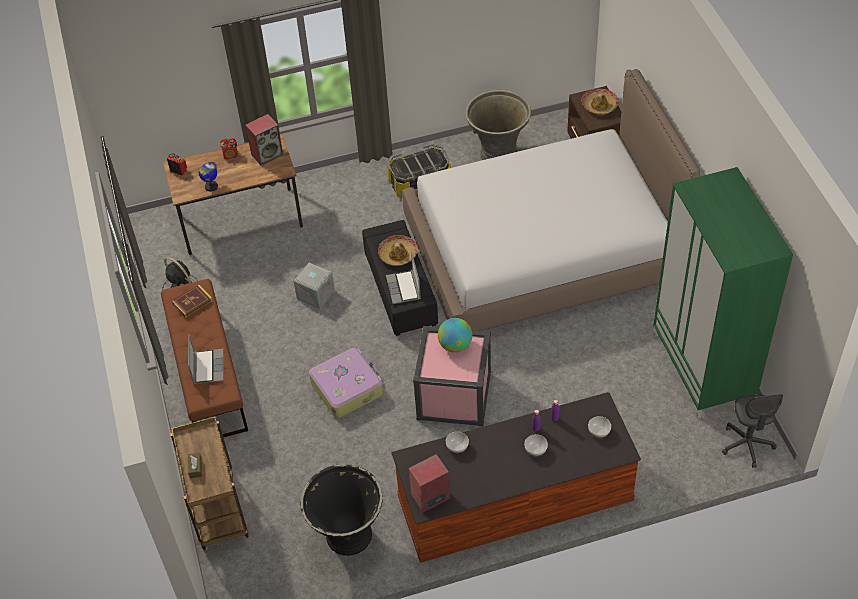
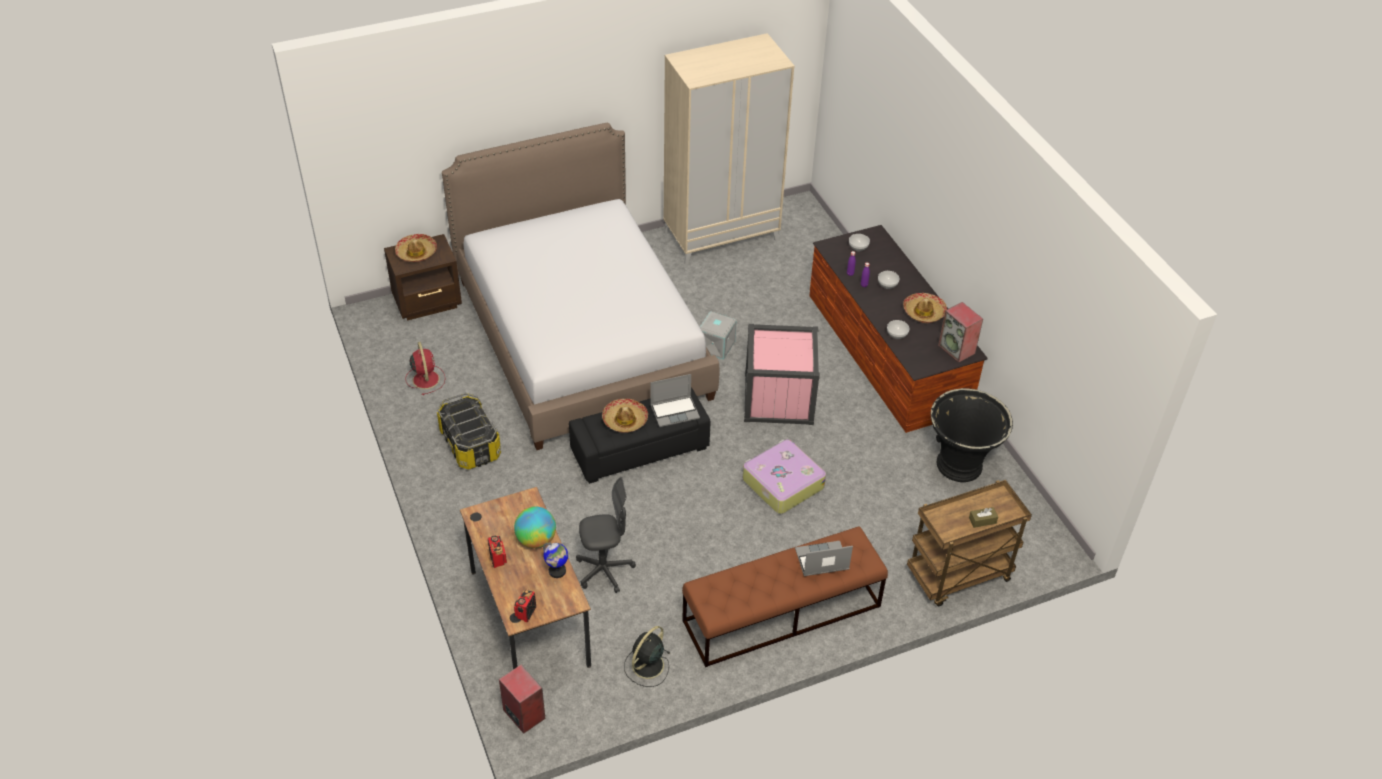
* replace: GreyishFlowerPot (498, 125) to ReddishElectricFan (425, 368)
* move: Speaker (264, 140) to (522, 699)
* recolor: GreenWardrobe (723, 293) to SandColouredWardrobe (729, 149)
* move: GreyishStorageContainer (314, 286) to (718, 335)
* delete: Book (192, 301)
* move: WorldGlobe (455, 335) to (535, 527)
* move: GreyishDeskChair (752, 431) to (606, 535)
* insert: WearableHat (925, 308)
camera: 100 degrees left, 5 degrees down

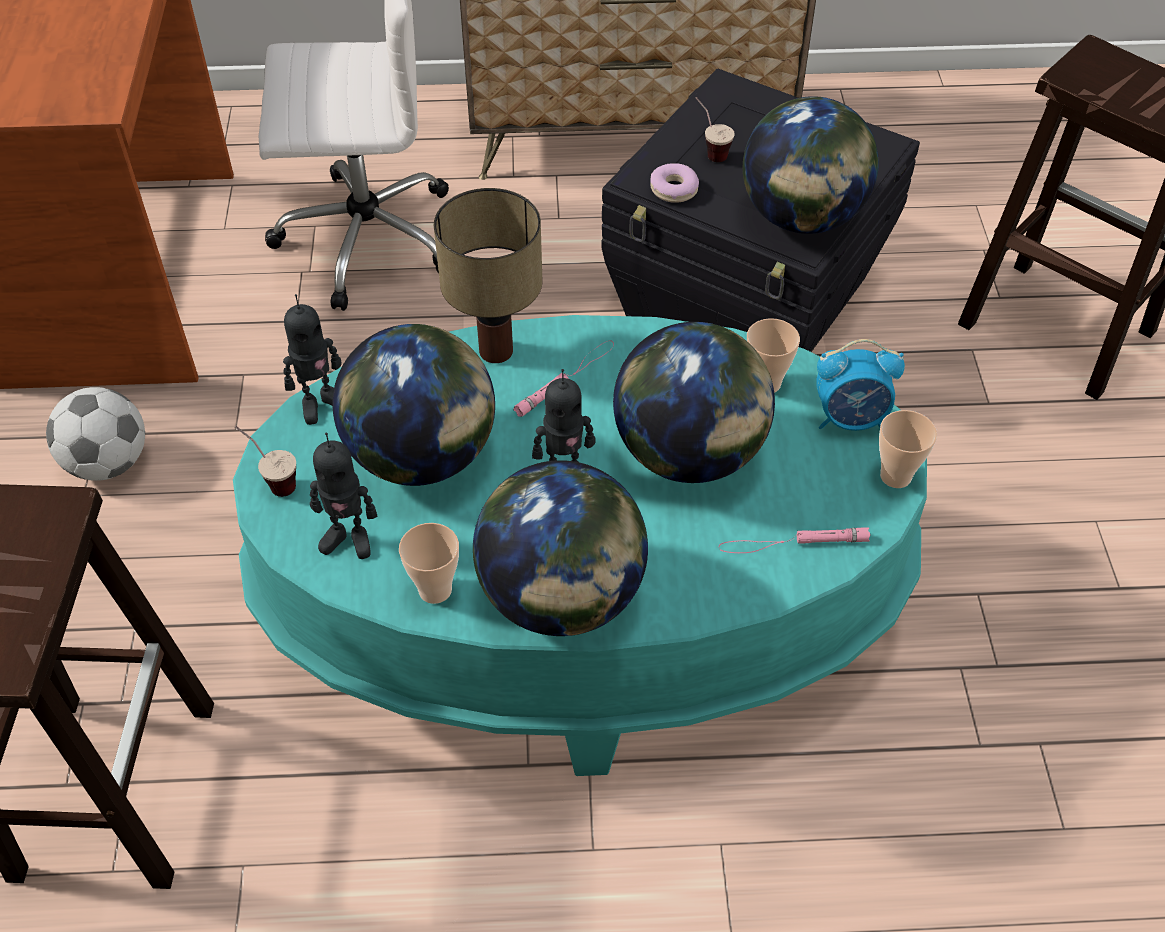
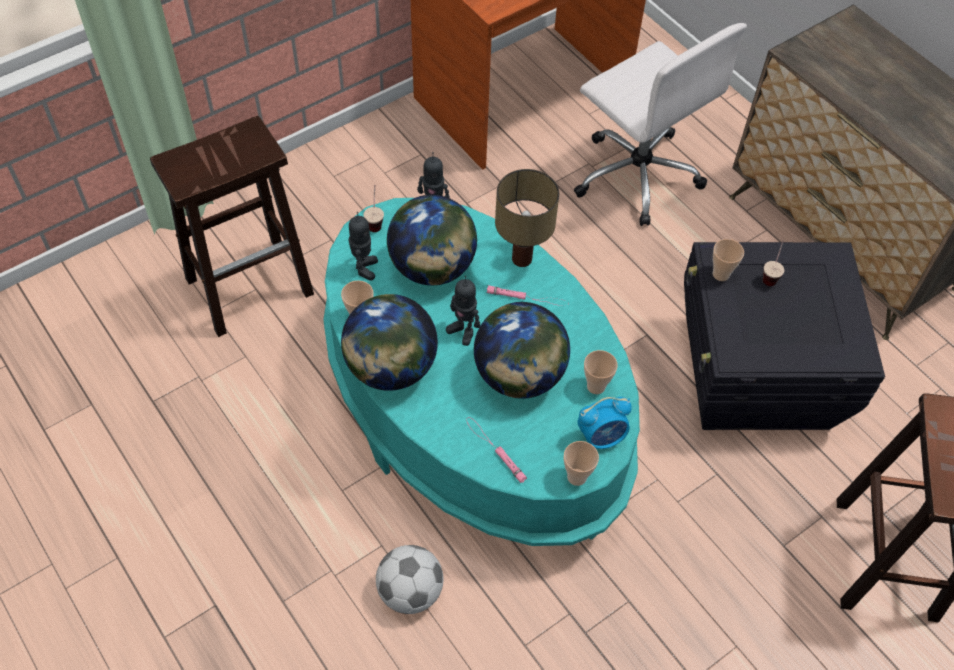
* delete: WorldGlobe (811, 165)
* replace: RingDoughnut (674, 183) to SmallCup (728, 260)
* rotate: AlarmClock (860, 385) = (605, 423) 75 degrees counterclockwise
* move: Football (95, 434) to (409, 579)
* rotate: ModelRobot (343, 495) = (363, 246) 150 degrees counterclockwise
camera: 55 degrees right, 5 degrees up

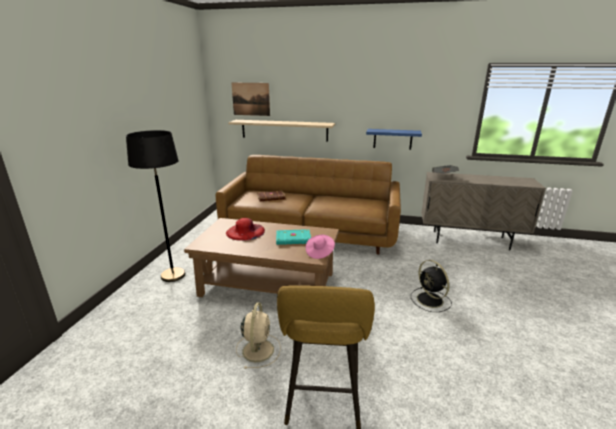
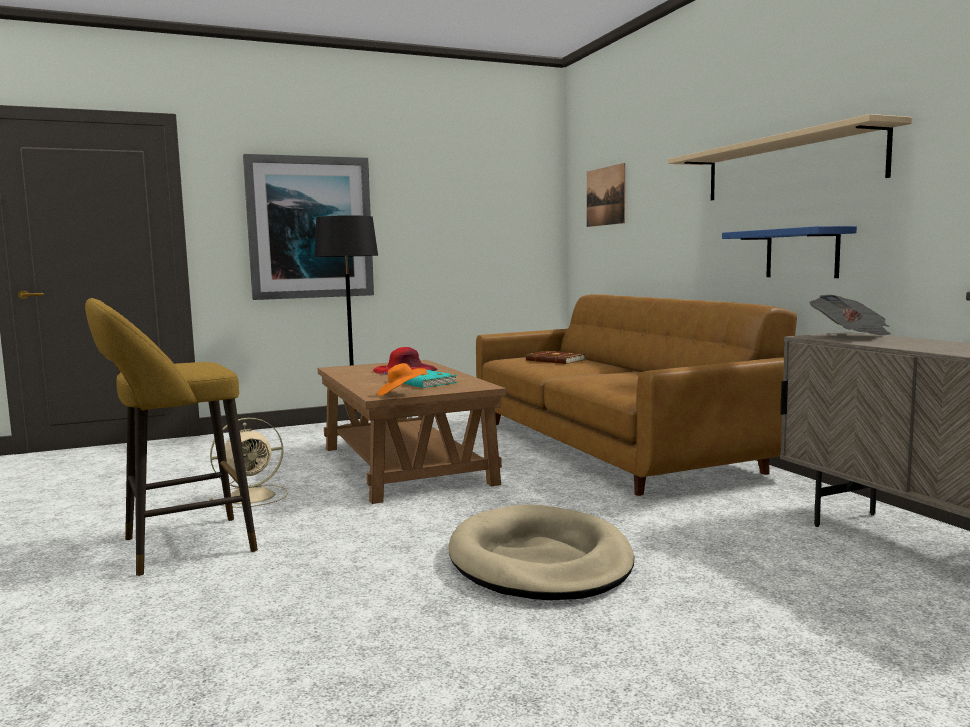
* move: SandColouredBracketShelf (281, 131) to (790, 157)
* recolor: PinkColouredWearableHat (320, 247) to OrangeyWearableHat (402, 379)
* replace: BlackColouredElectricFan (431, 286) to SandColouredPetBed (541, 552)
* insert: WallPicture (308, 227)
camera: 55 degrees right, 15 degrees down

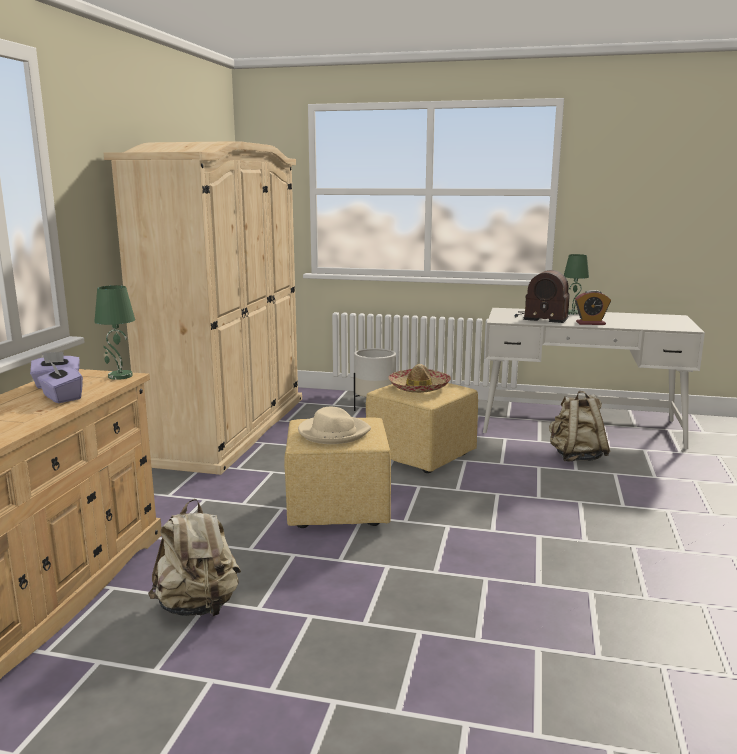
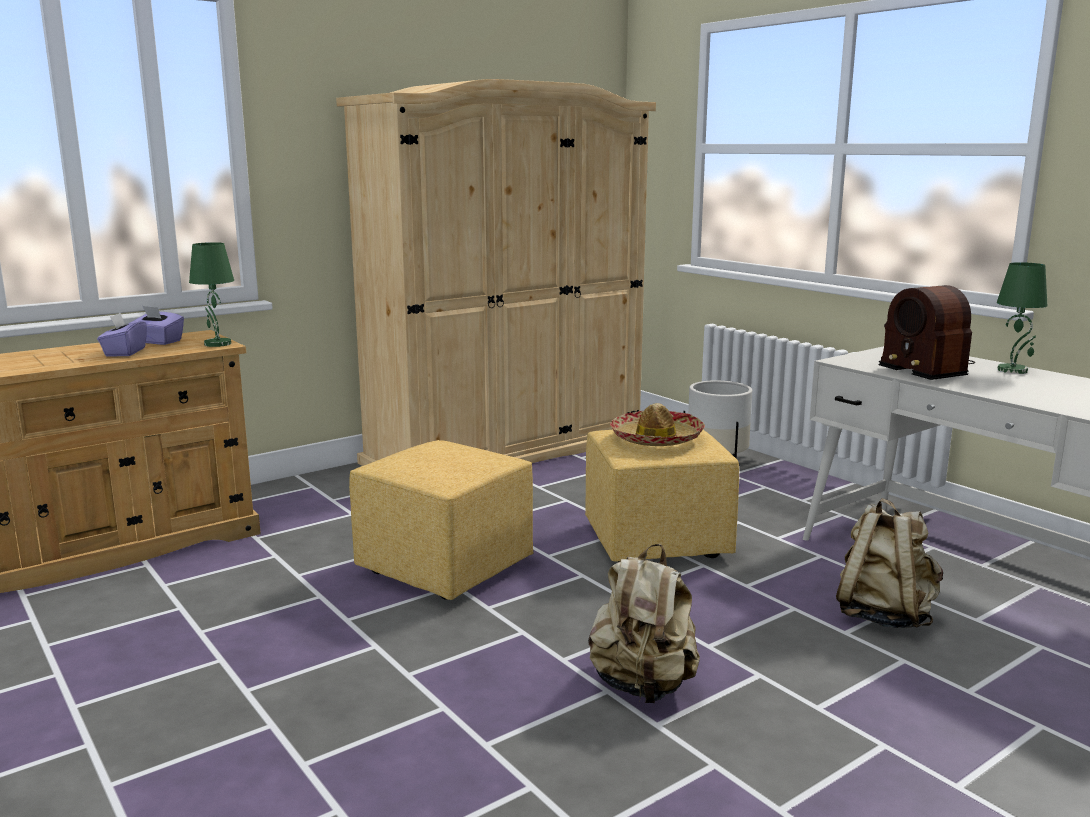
* delete: AlarmClock (593, 307)
* delete: SandColouredWearableHat (334, 425)
* move: SandColouredBackpack (194, 558) to (644, 623)
camera: 40 degrees right, 0 degrees up

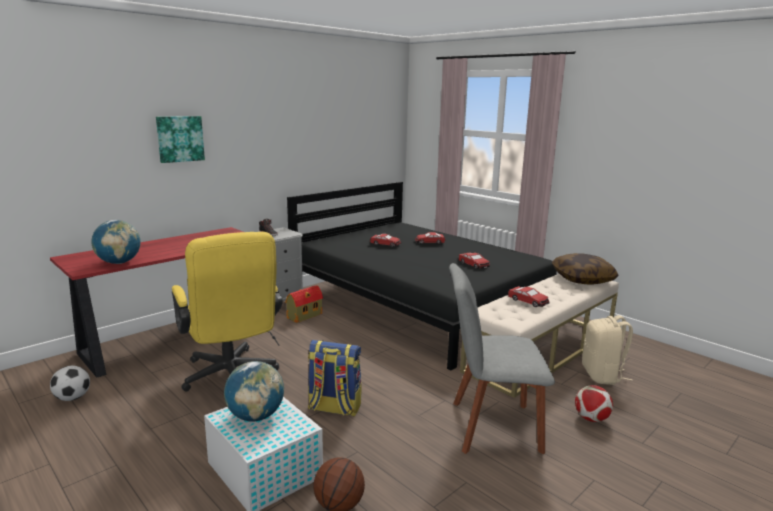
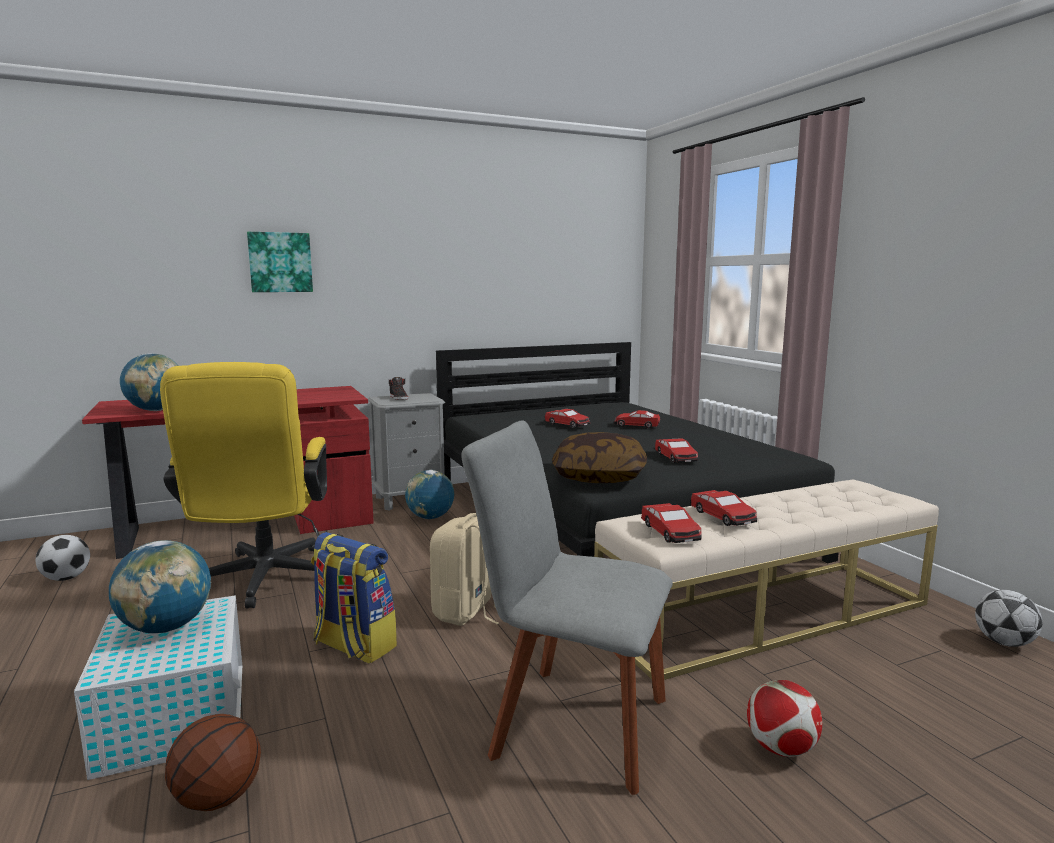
* move: Pillow (585, 268) to (599, 457)
* replace: MiniatureHouse (304, 304) to WorldGlobe (429, 494)
* move: SandColouredBackpack (607, 350) to (464, 569)
* insert: ModelCar (671, 523)
* insert: Football (1008, 618)
camera: 20 degrees right, 5 degrees down

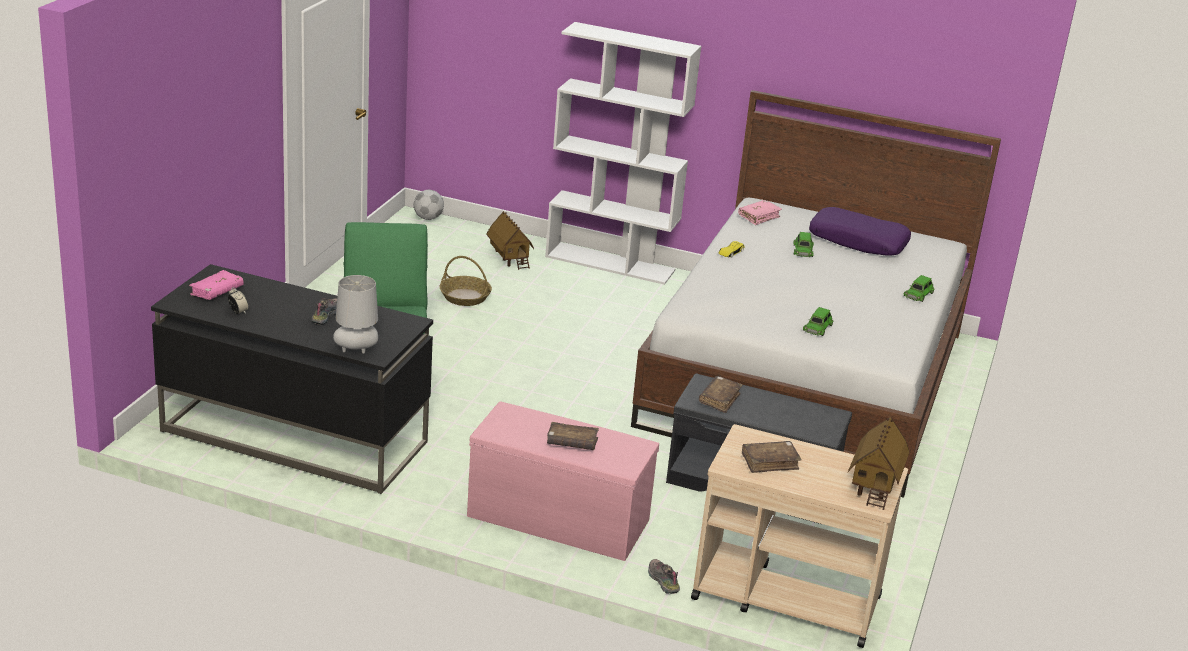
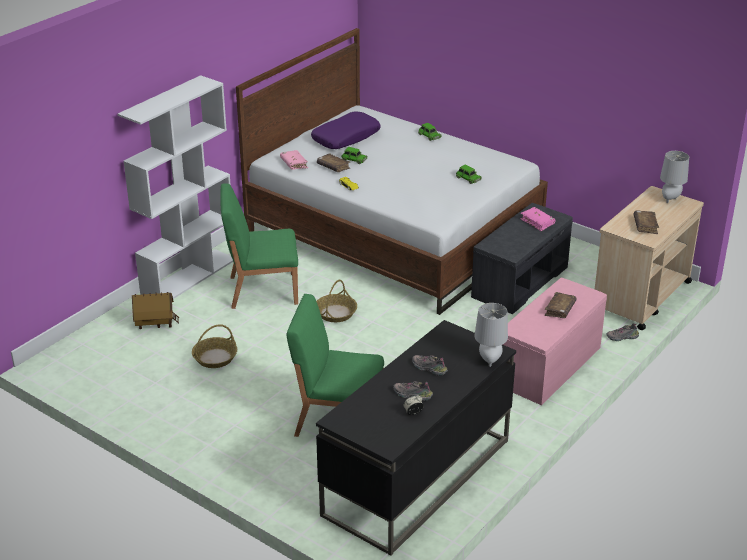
* delete: Football (428, 205)
* move: PinkColouredBook (216, 285) to (538, 219)
* move: BrownColouredBook (721, 394) to (333, 162)
* replace: MiniatureHouse (879, 463) to GreyishTabletopLamp (674, 177)
* insert: GreenChair (259, 246)
* insert: Basket (336, 301)
* insert: ItemOfFootwear (413, 391)
camera: 70 degrees left, 5 degrees up

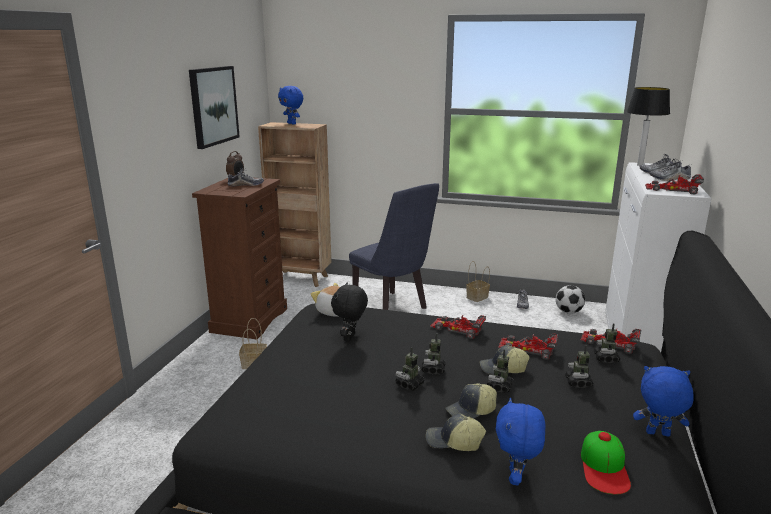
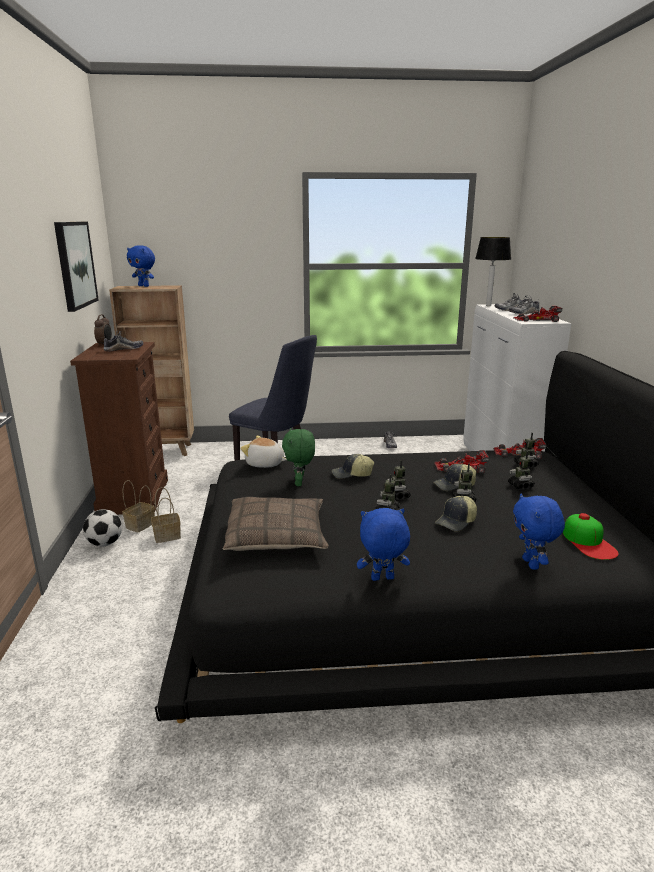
* move: Basket (478, 281) to (138, 506)
* recolor: BlackColouredSoftToy (349, 312) to GreenSoftToy (298, 457)
* move: Football (570, 299) to (102, 527)
* delete: ModelCar (458, 327)
* move: BlueSoftToy (663, 401) to (383, 544)
* move: PeakedCap (456, 432) to (353, 466)
* insert: Pillow (276, 524)
camera: 20 degrees left, 0 degrees up

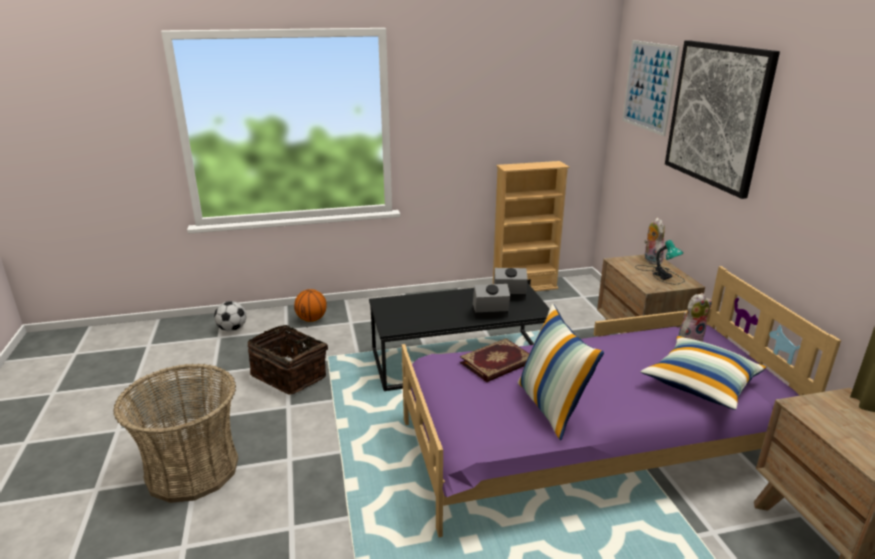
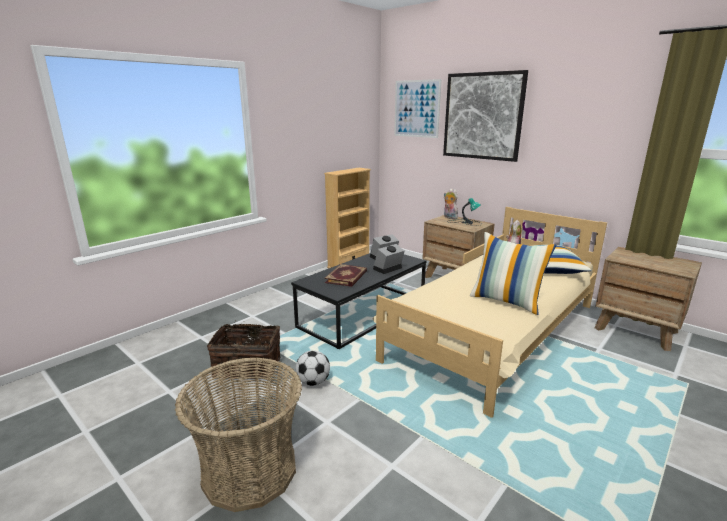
* recolor: PurpleColouredBedroomBed (621, 401) to SandColouredBedroomBed (489, 312)
* delete: BasketballBall (310, 305)
* move: Football (230, 316) to (312, 368)
* move: Book (495, 360) to (346, 275)
camera: 35 degrees left, 5 degrees down

